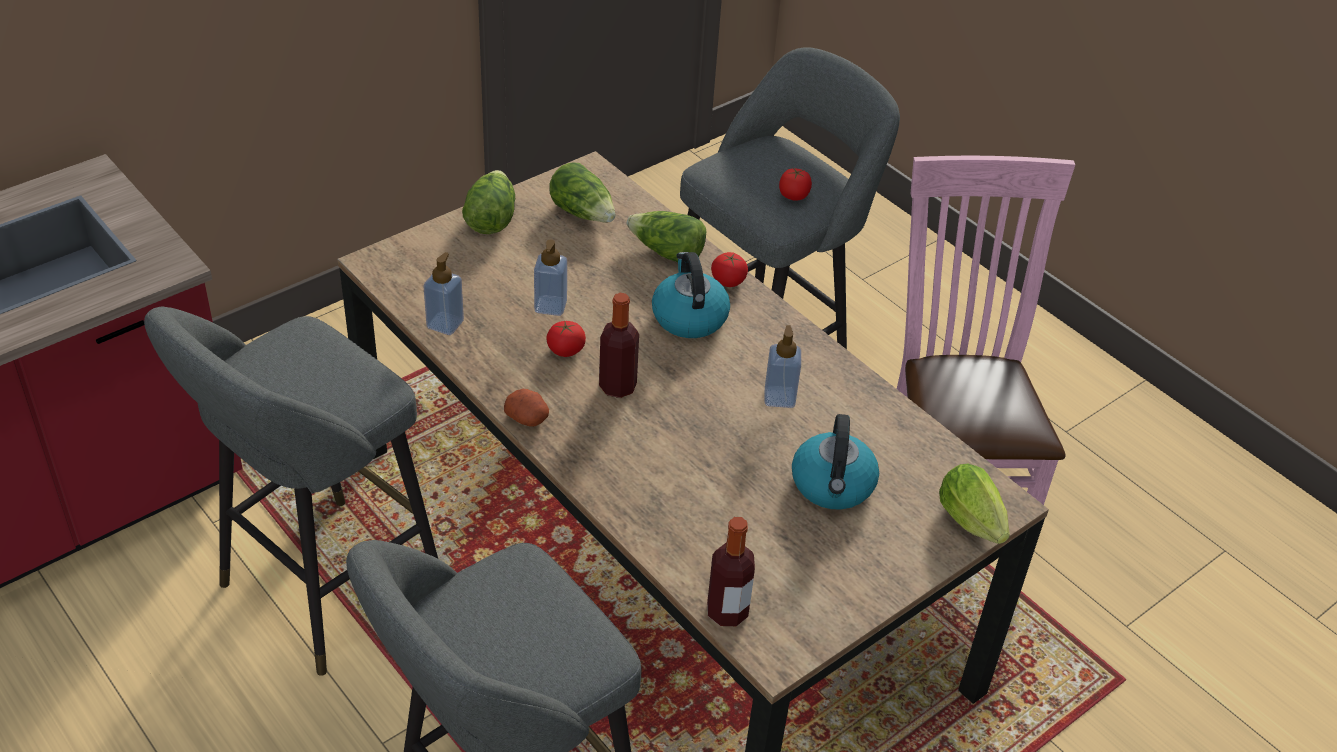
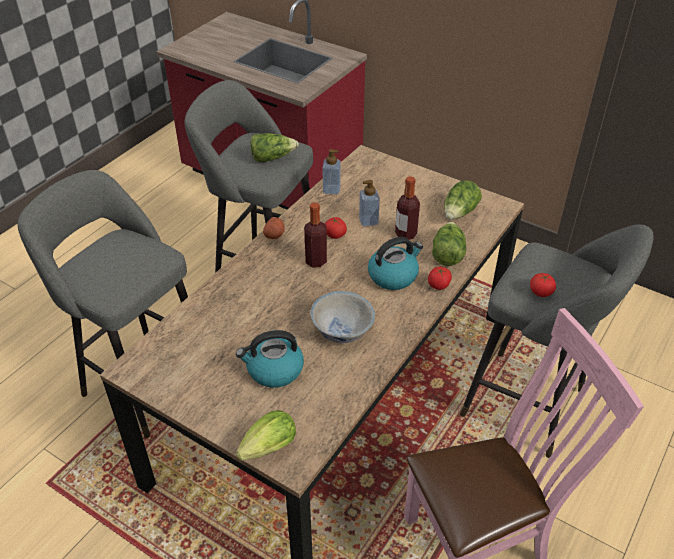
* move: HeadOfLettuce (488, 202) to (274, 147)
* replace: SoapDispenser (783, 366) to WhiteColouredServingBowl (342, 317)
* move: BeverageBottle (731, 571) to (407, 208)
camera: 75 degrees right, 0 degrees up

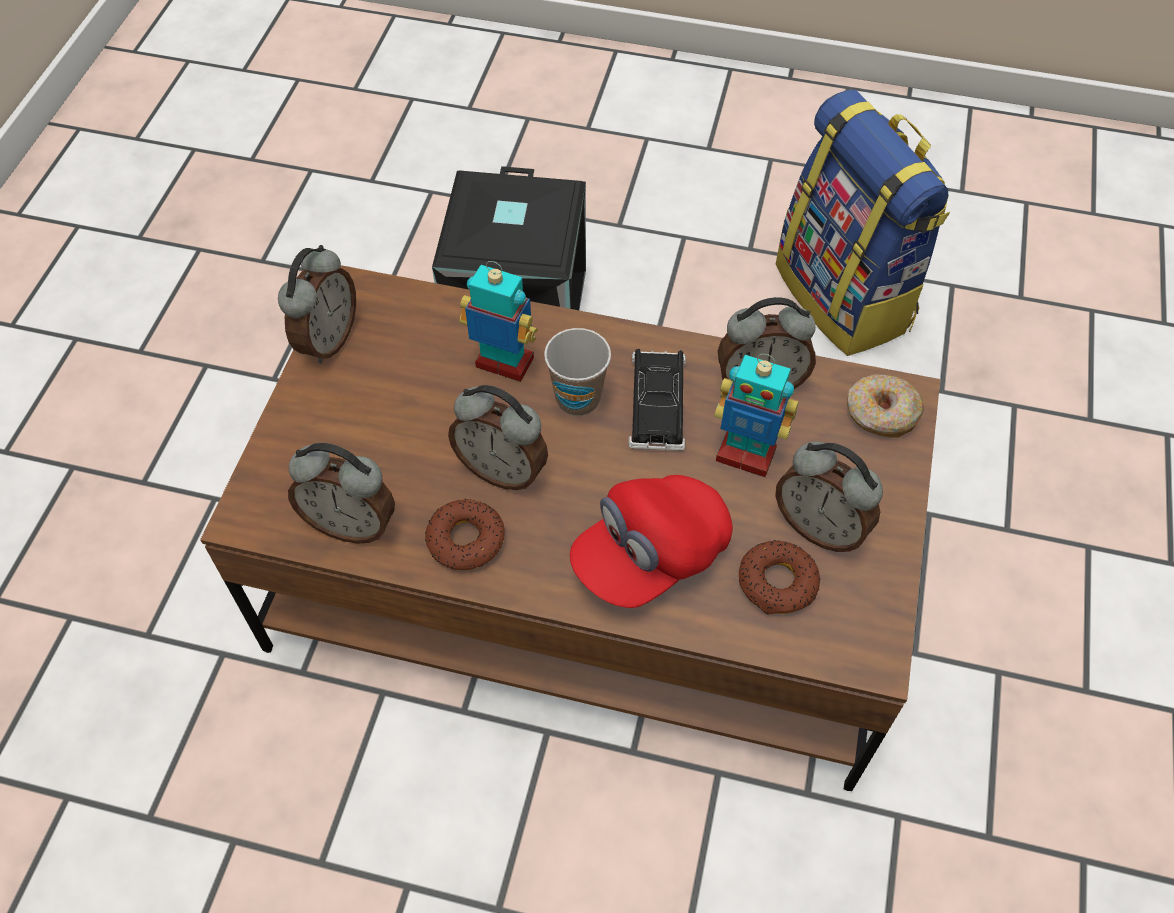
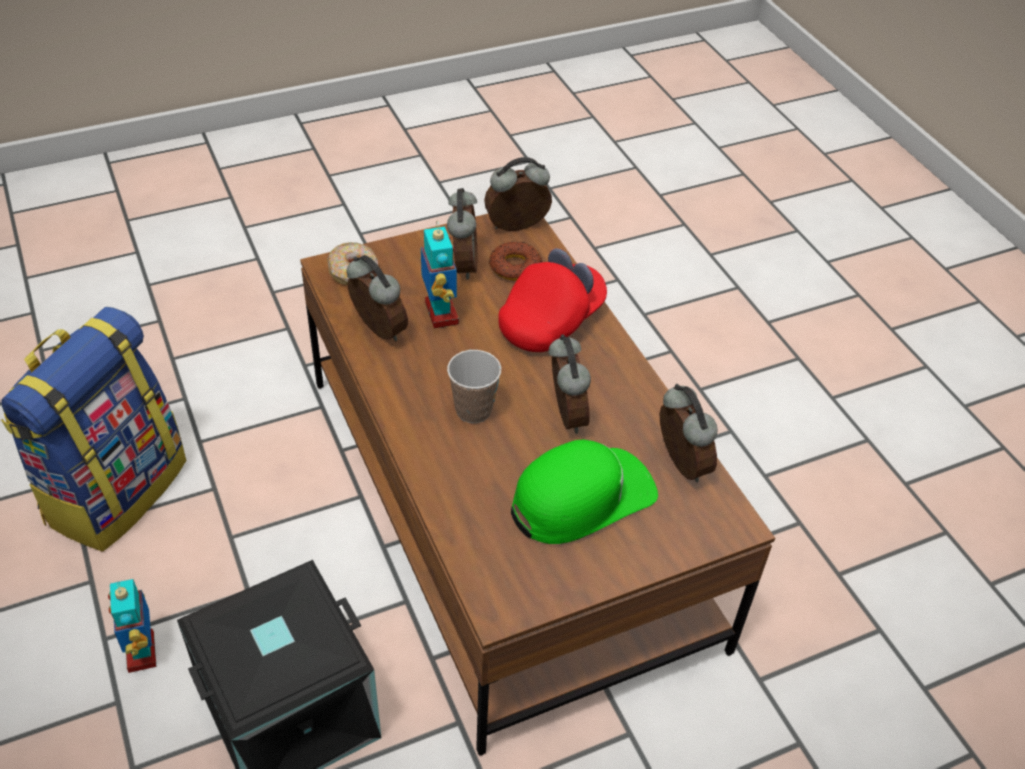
* move: AlarmClock (317, 304) to (518, 194)
* move: ModelRobot (499, 321) to (132, 626)
* delete: BlackColouredModelCar (657, 399)
* rotate: ReddishPeakedCap (651, 541) = (553, 300) 60 degrees counterclockwise
* delete: RingDoughnut (465, 534)
* insert: GreenPeakedCap (584, 492)
camera: 130 degrees left, 10 degrees down

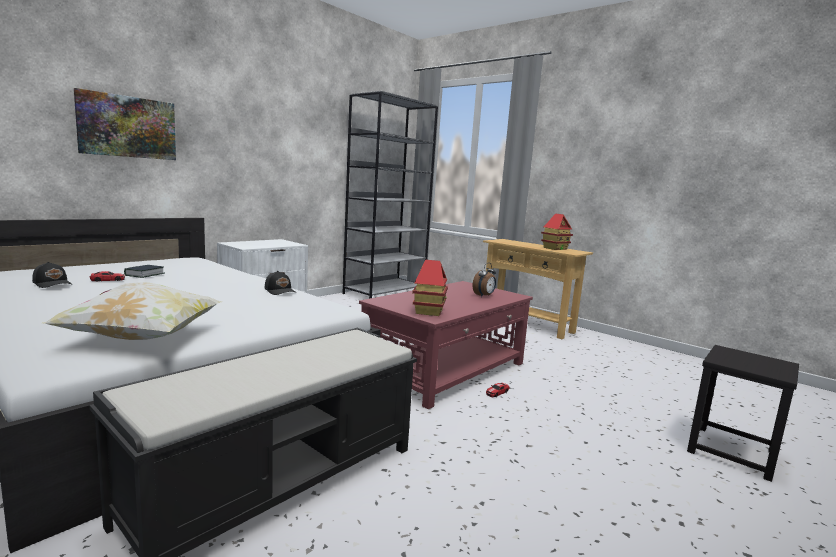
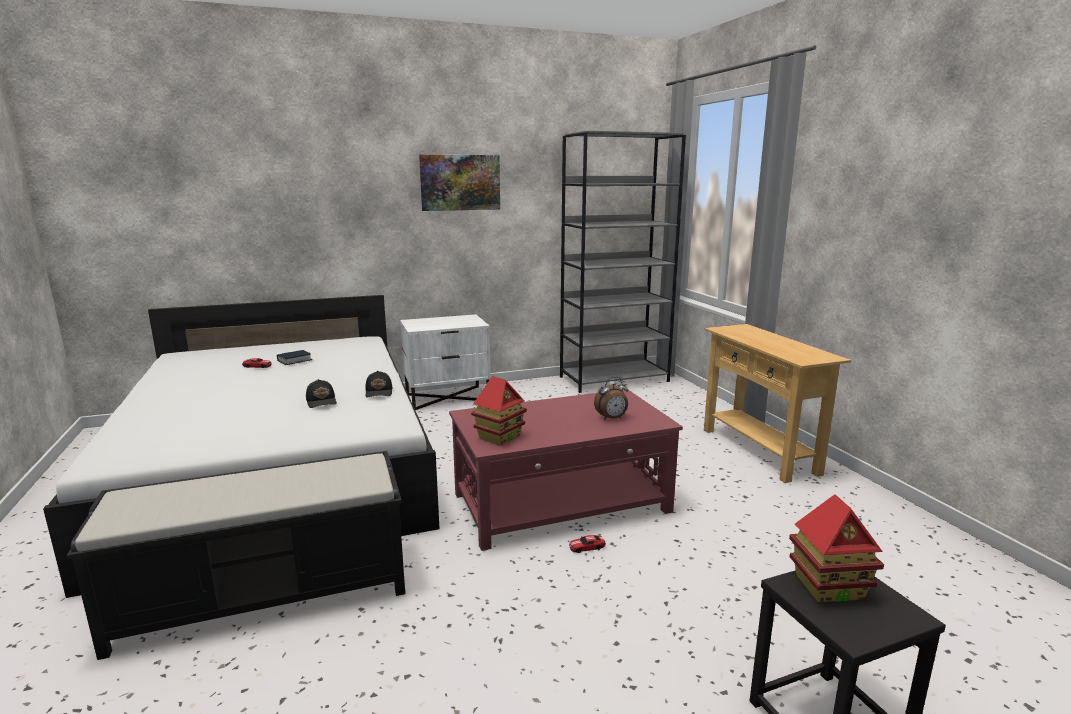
* move: WallPicture (125, 124) to (459, 182)
* move: MiniatureHouse (557, 232) to (836, 548)
* move: BlackColouredPeakedCap (52, 275) to (321, 393)
* delete: Pillow (130, 311)
camera: 30 degrees right, 5 degrees up

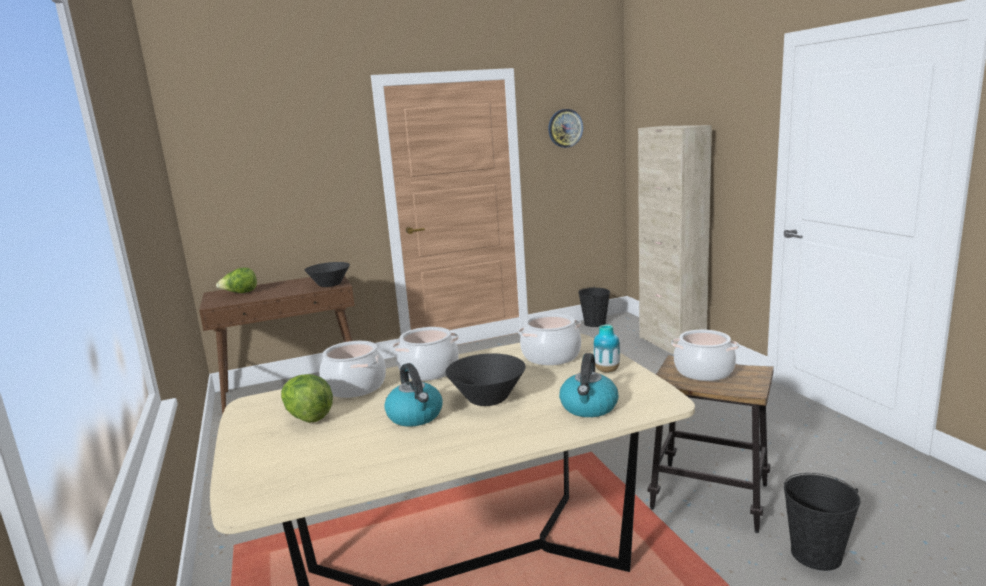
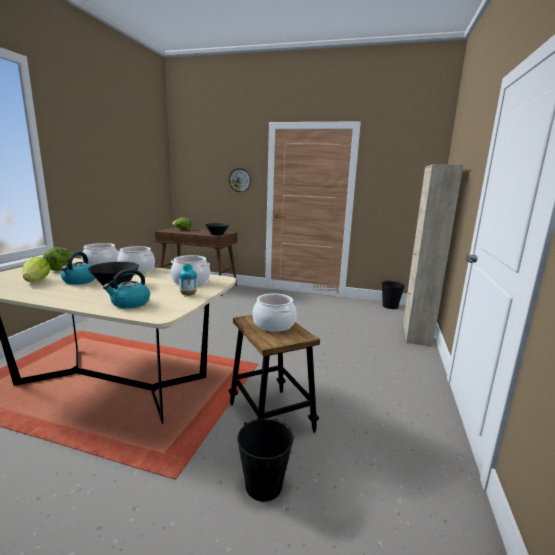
* move: ClockOnTheWall (565, 128) to (240, 180)
* insert: HeadOfLettuce (37, 269)
camera: 35 degrees right, 0 degrees up

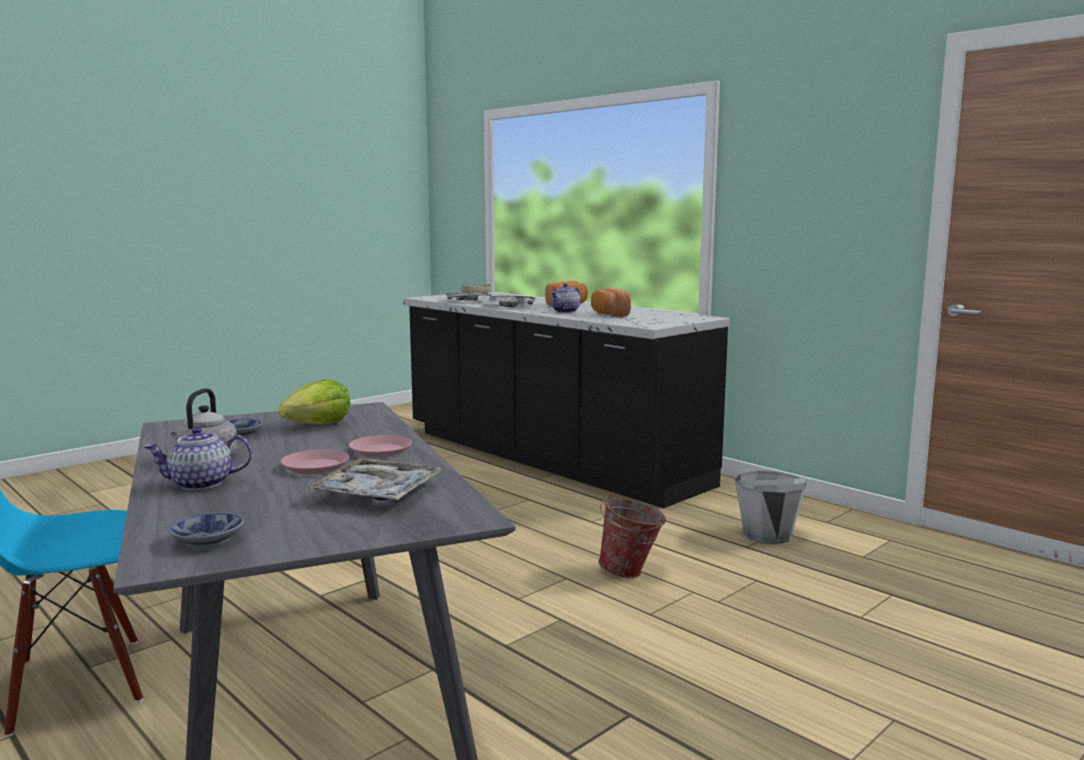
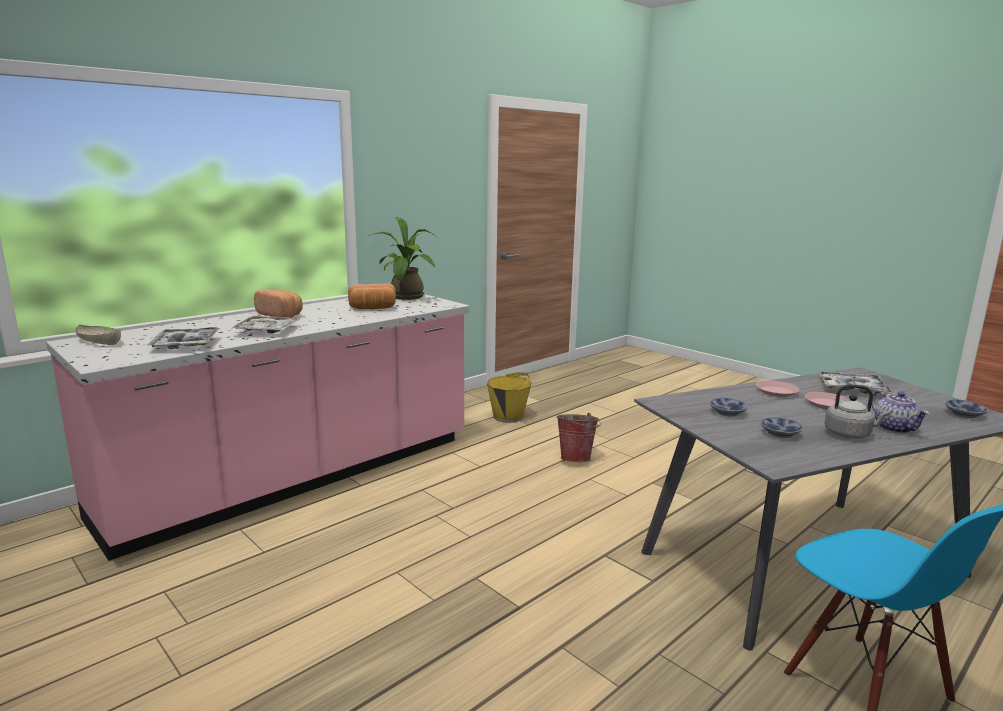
* delete: TeaPot (565, 298)
* recolor: BlackColouredKitchenBaseUnit (566, 400) to PinkColouredKitchenBaseUnit (258, 427)
* replace: HeadOfLettuce (314, 401) to ServingBowl (729, 407)
* recolor: GreyishPail (771, 507) to YellowishPail (509, 397)
* insert: PlantInAPot (403, 258)
camera: 90 degrees left, 5 degrees up

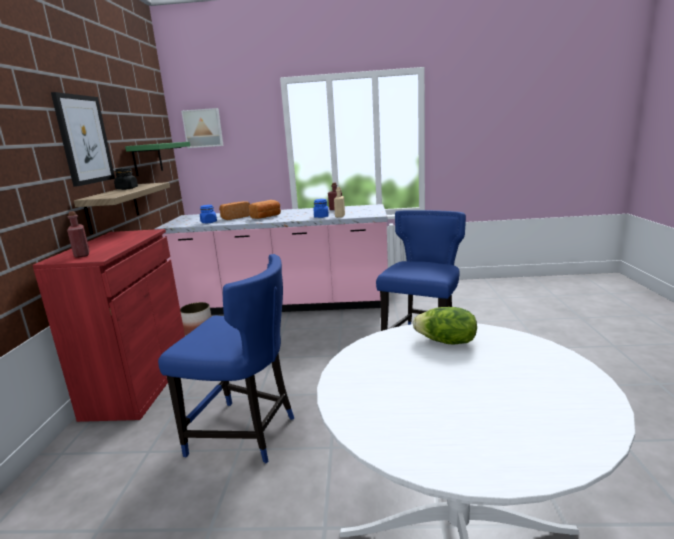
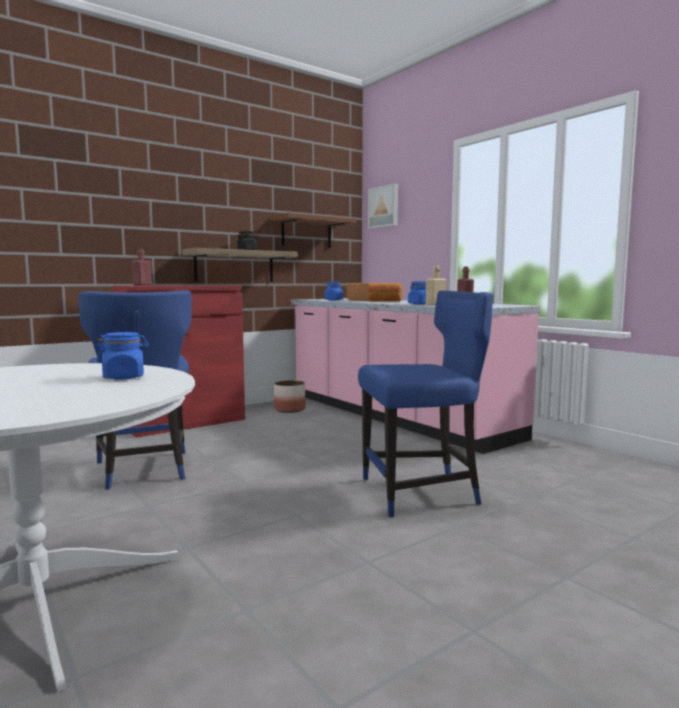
* delete: WallPicture (83, 139)
* recolor: GreenBracketShelf (157, 159) to BrownColouredBracketShelf (314, 230)
* replace: HeadOfLettuce (445, 325) to BluePreserveJar (122, 356)
camera: 50 degrees right, 10 degrees down

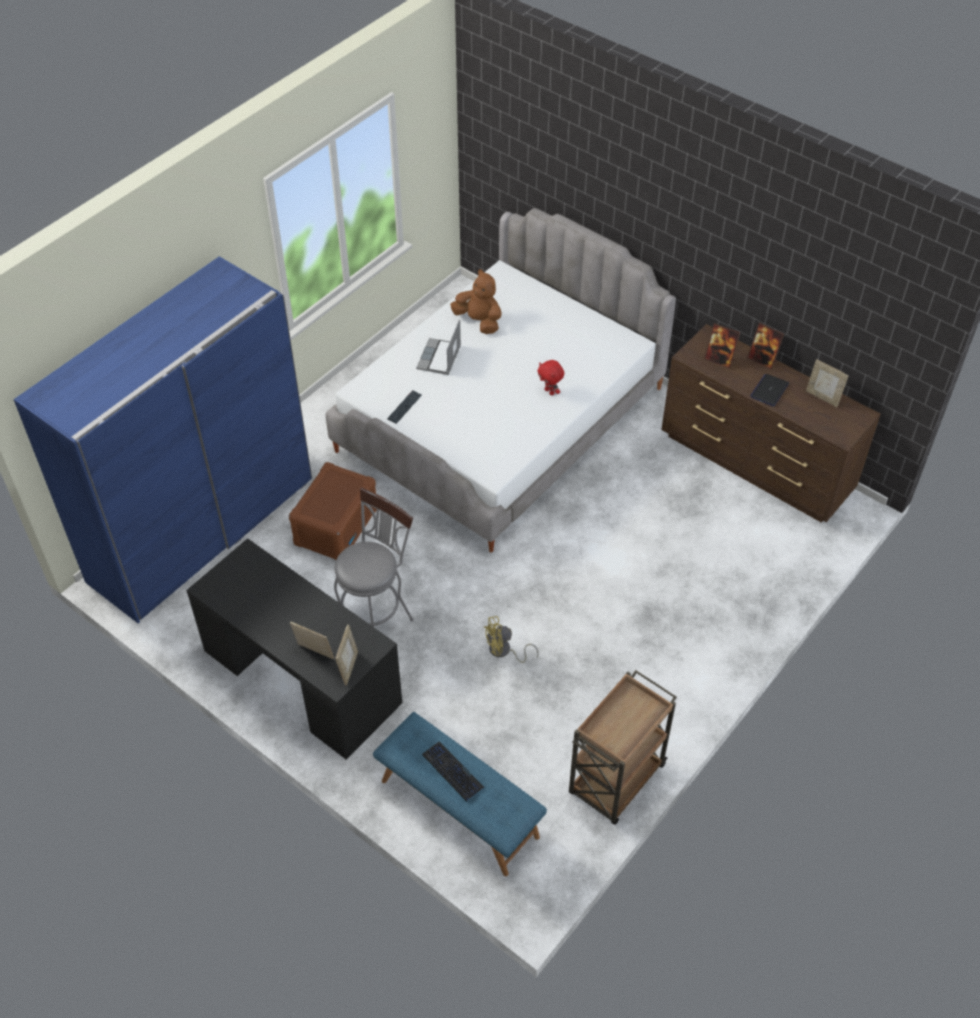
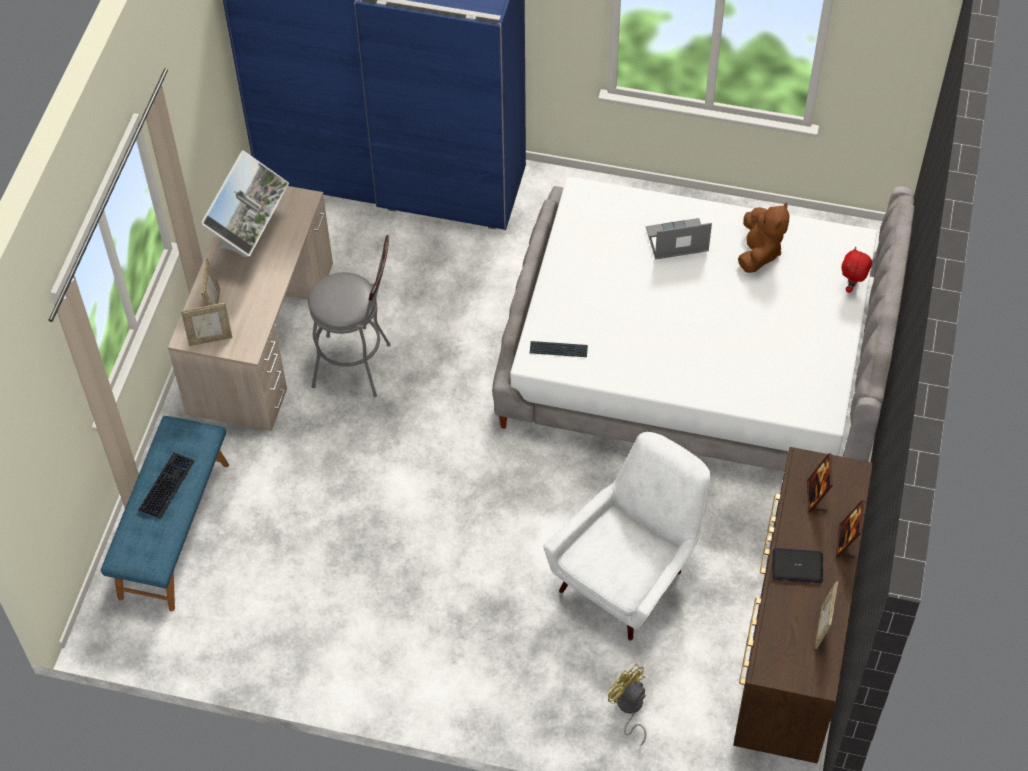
* move: ReddishSoftToy (550, 378) to (856, 270)
* move: ComputerKeyboard (404, 407) to (559, 349)
* delete: BrownColouredStorageContainer (332, 511)
* recolor: BlackColouredDeskUnit (294, 649) to SandColouredDeskUnit (250, 308)
* move: YellowishElectricFan (511, 639) to (627, 704)
* delete: BrownColouredWheeledCart (623, 747)
* insert: ComputerScreen (245, 203)
* insert: WhiteColouredArmchair (627, 536)
camera: 65 degrees right, 5 degrees up

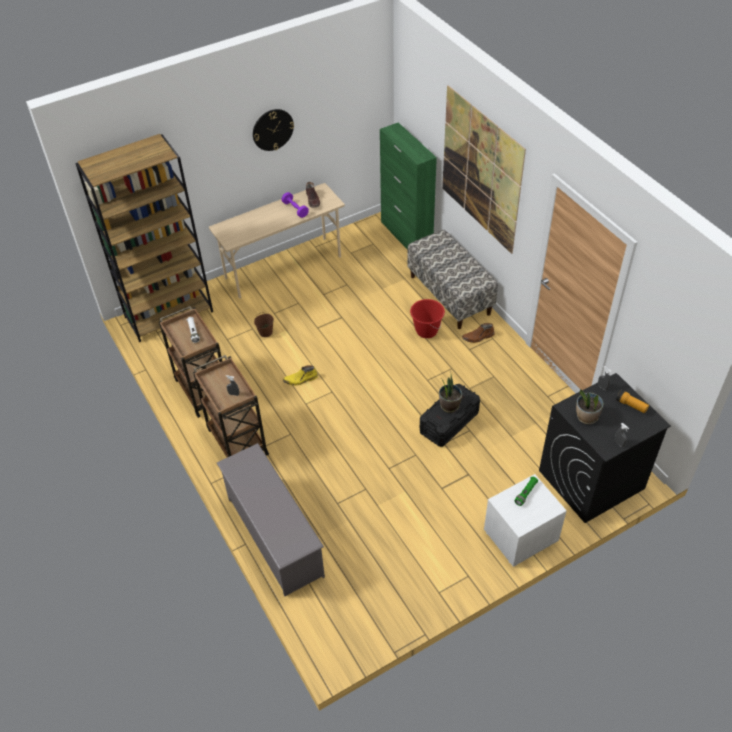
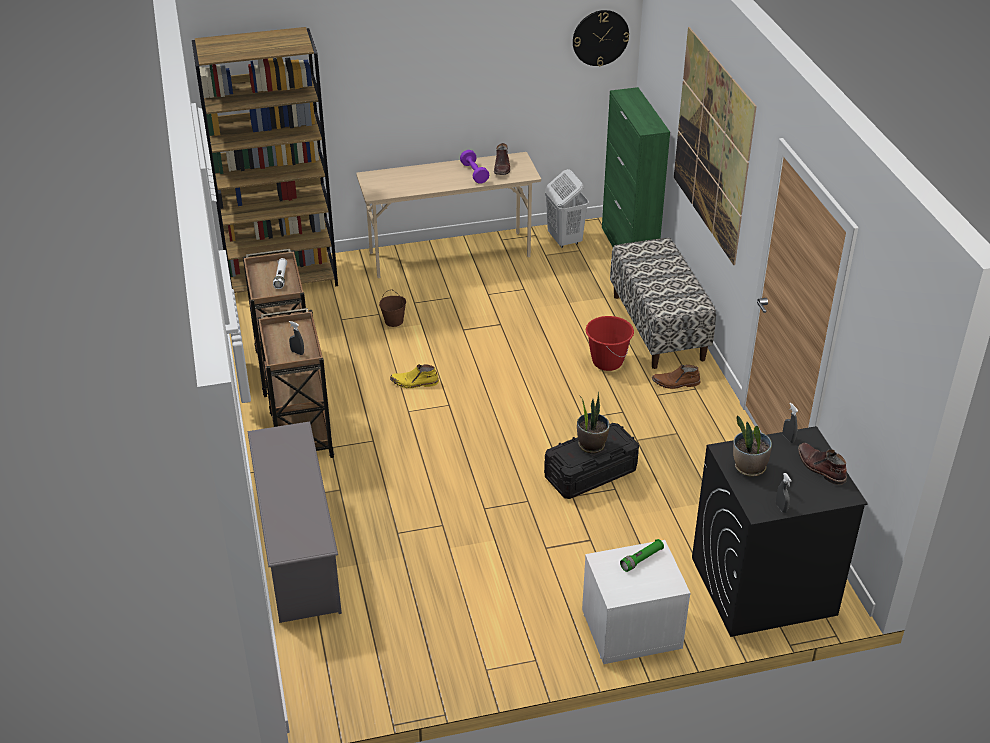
* move: ClockOnTheWall (273, 130) to (601, 38)
* replace: Flashlight (632, 402) to BrownColouredHighTopBoot (822, 464)
* insert: WhiteColouredLaundryBasket (567, 208)
camera: 15 degrees right, 10 degrees down

